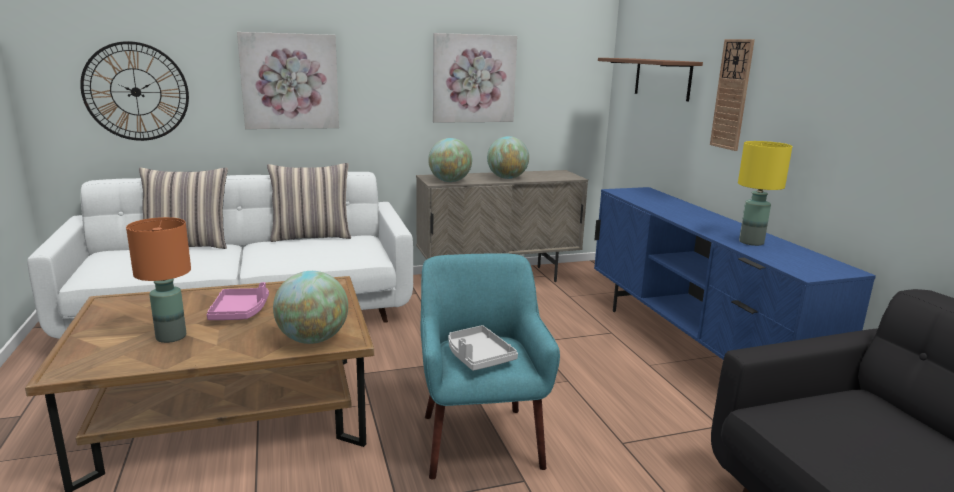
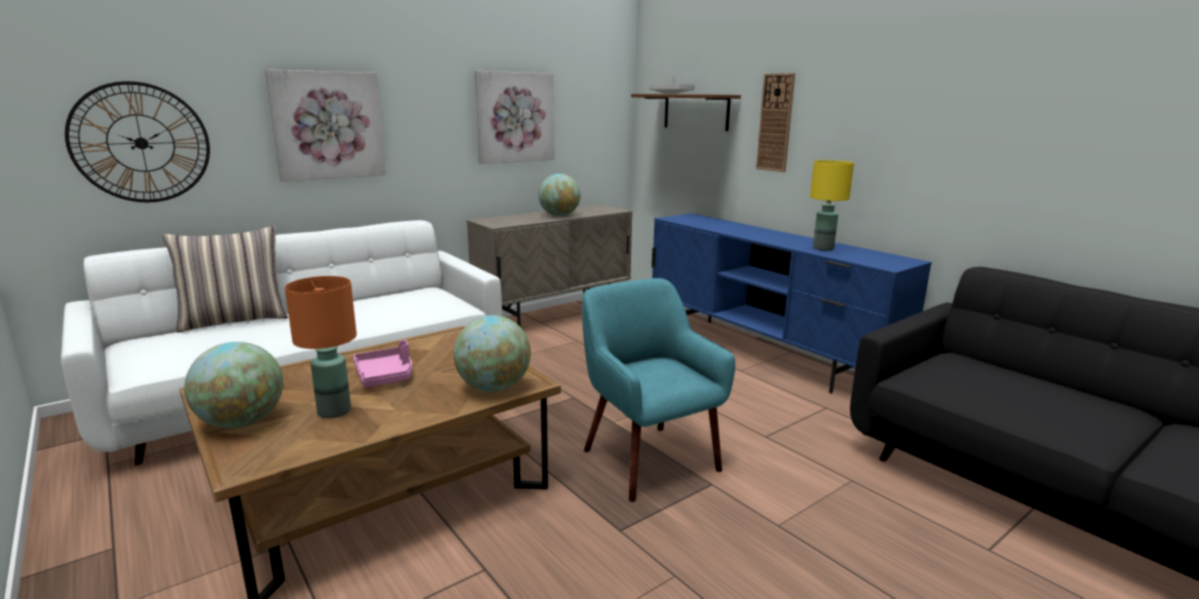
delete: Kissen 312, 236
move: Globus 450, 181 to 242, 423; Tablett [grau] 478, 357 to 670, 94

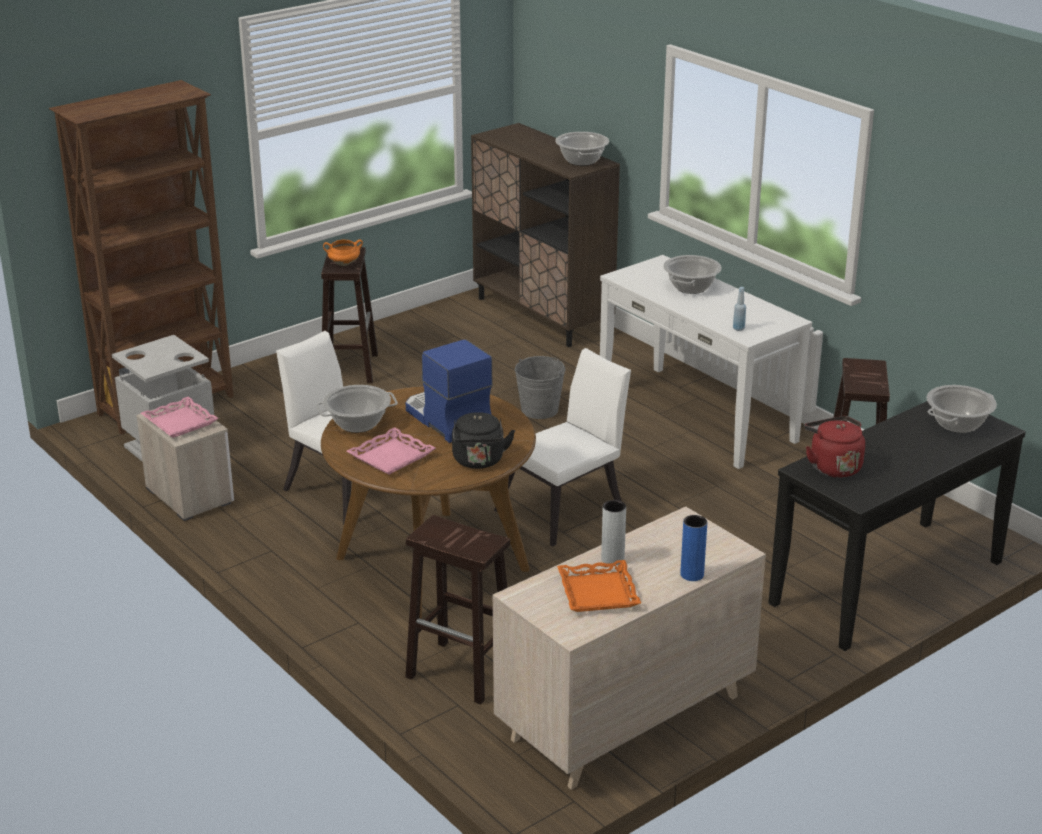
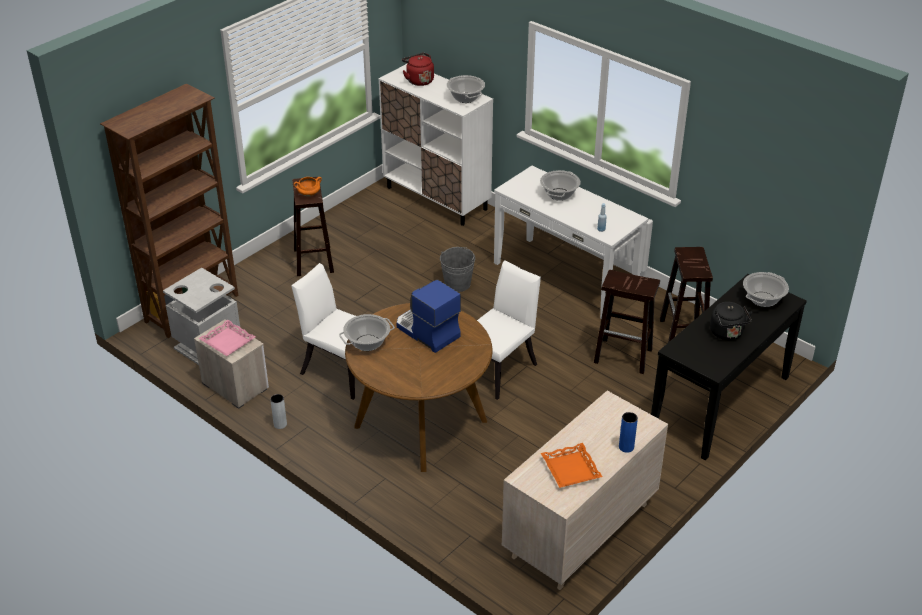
delete: Tablett [rosa] 391, 456
move: Hocker [braun] 462, 672 to 624, 356; Wasserkessel [schwarz] 479, 461 to 727, 333; Vase [grau] 612, 559 to 280, 424; Wasserkessel [rot] 832, 466 to 418, 80
recolor: Schrank [braun] 543, 315 to Schrank [weiß] 437, 198

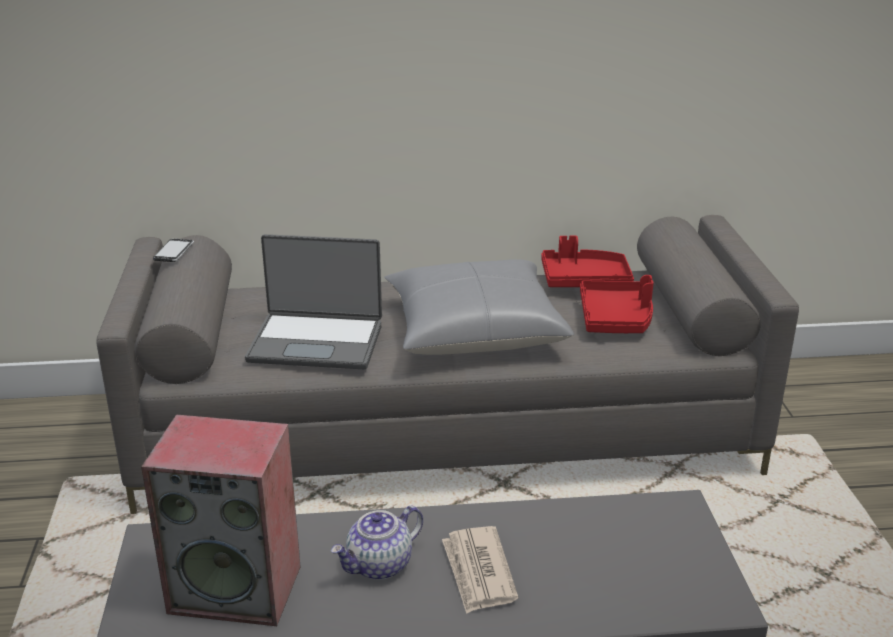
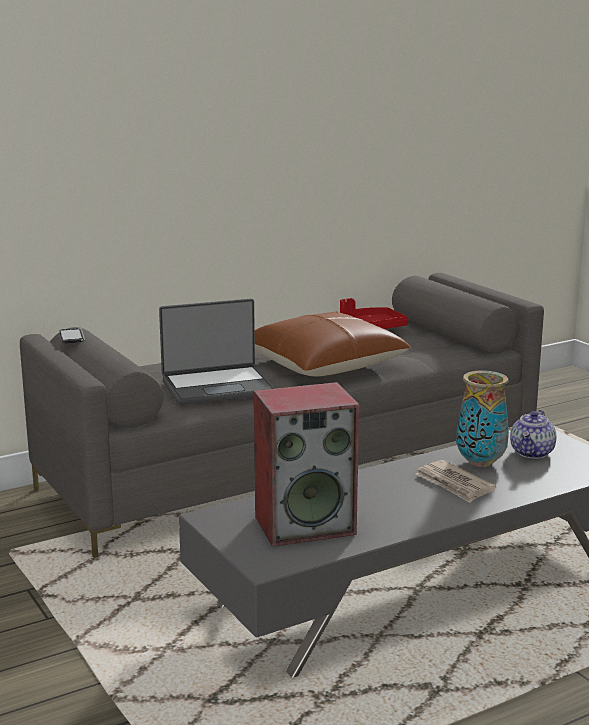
delete: Tablett [rot] 616, 318
insert: Vase 479, 462
move: Teekanne 379, 566 to 532, 453
recolor: Kissen [grau] 474, 329 to Kissen [braun] 322, 364

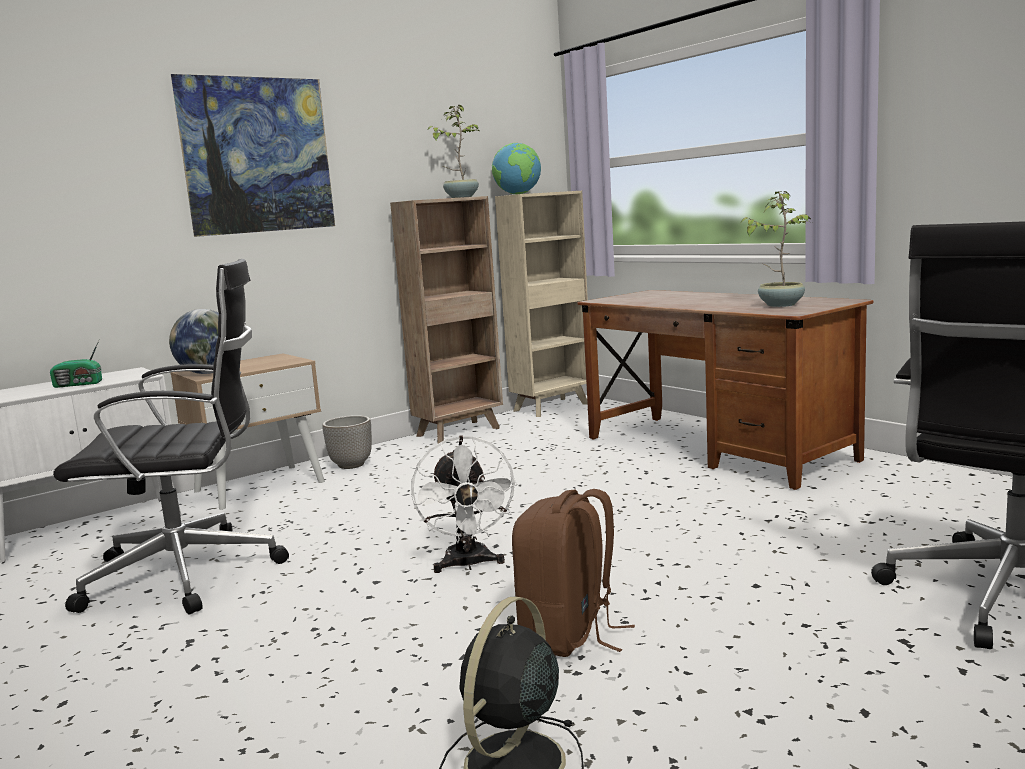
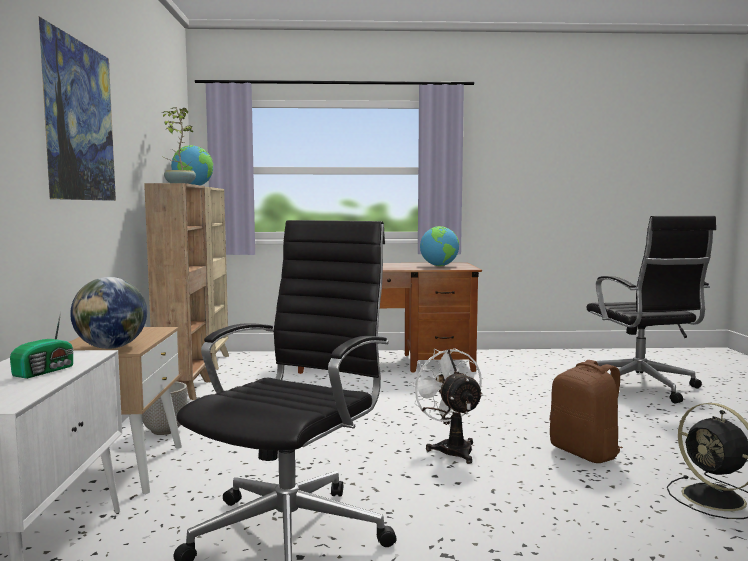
replace: Topfpflanze 780, 305 to Globus 439, 266
rotate: Ventilator [weiß] 468, 564 = 451, 448 135 degrees counterclockwise

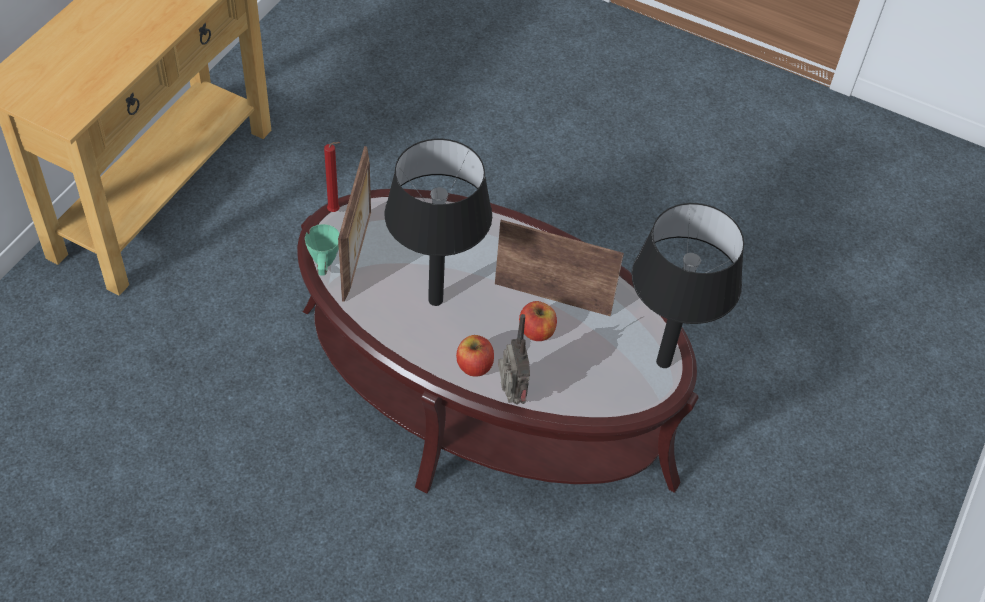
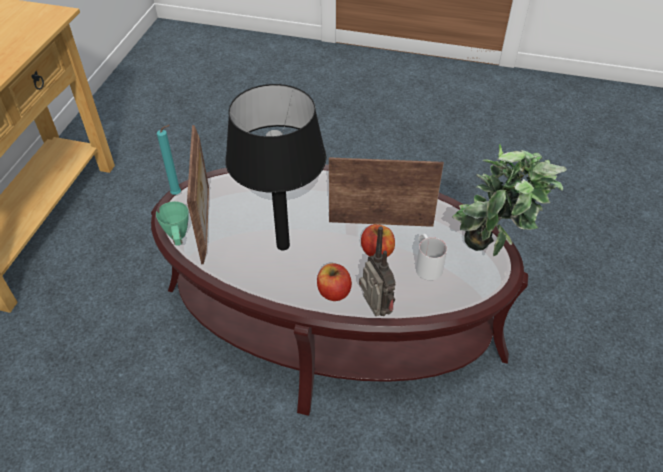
insert: Henkelbecher [weiß] 426, 264
replace: Tischlampe [schwarz] 663, 362 to Topfpflanze 491, 253
recolor: Kerze [rot] 335, 211 to Kerze [türkis] 178, 194

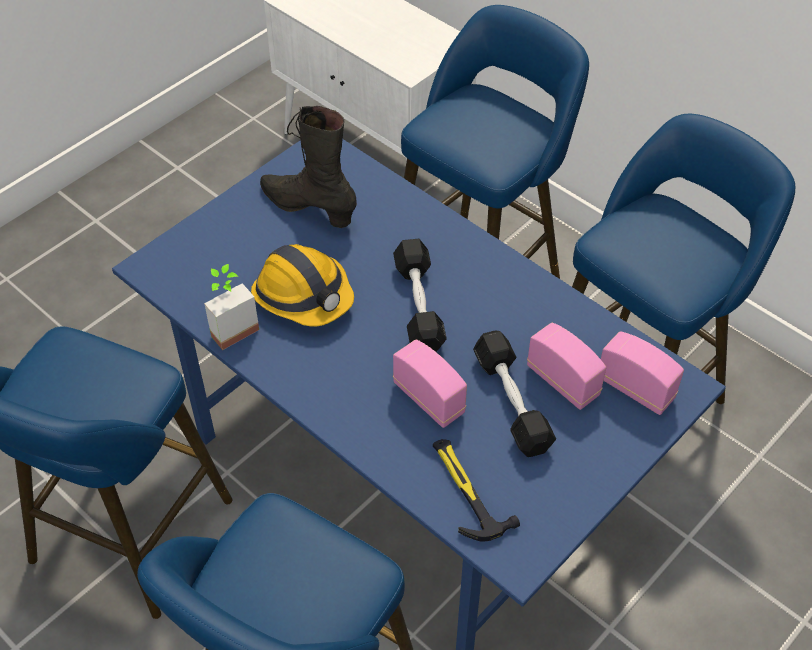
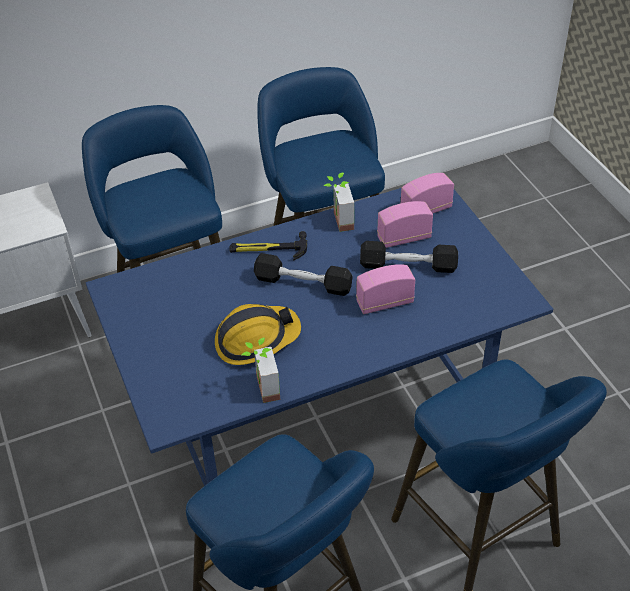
delete: Stiefel [schwarz] 308, 208
insert: Topfpflanze 337, 221
move: Hammer 465, 490 to 268, 249

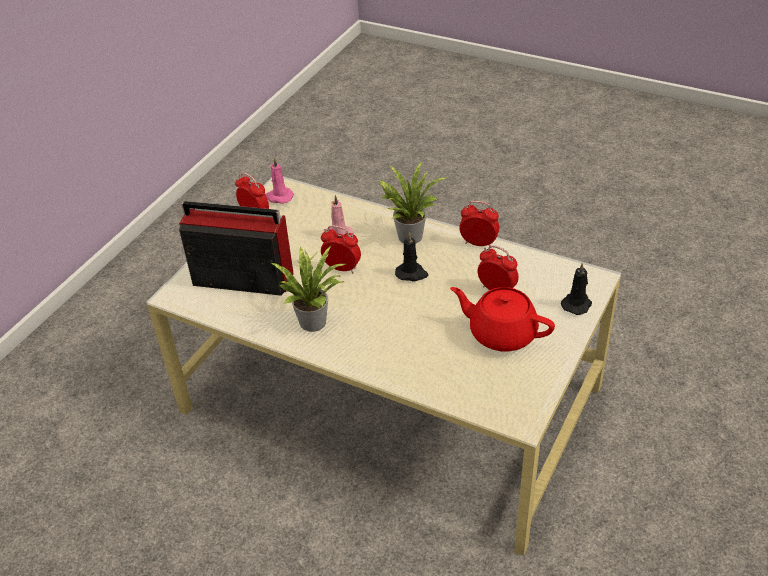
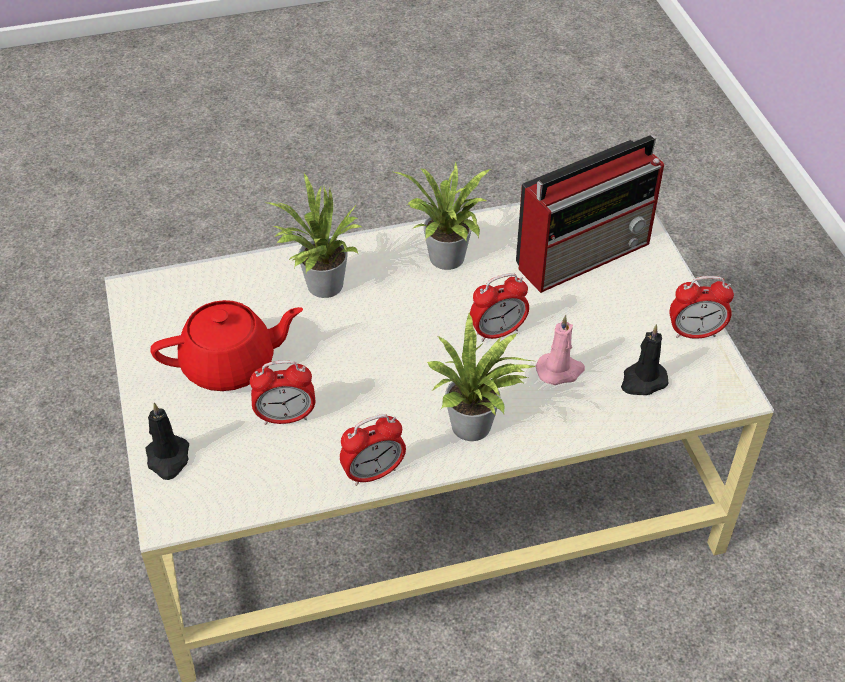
delete: Kerze [rosa] 279, 197
insert: Topfpflanze 320, 286
move: Kerze [schwarz] 412, 273 to 642, 381

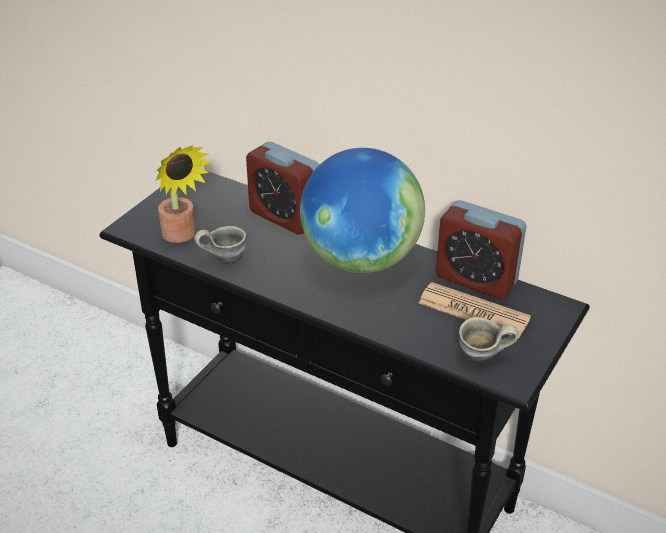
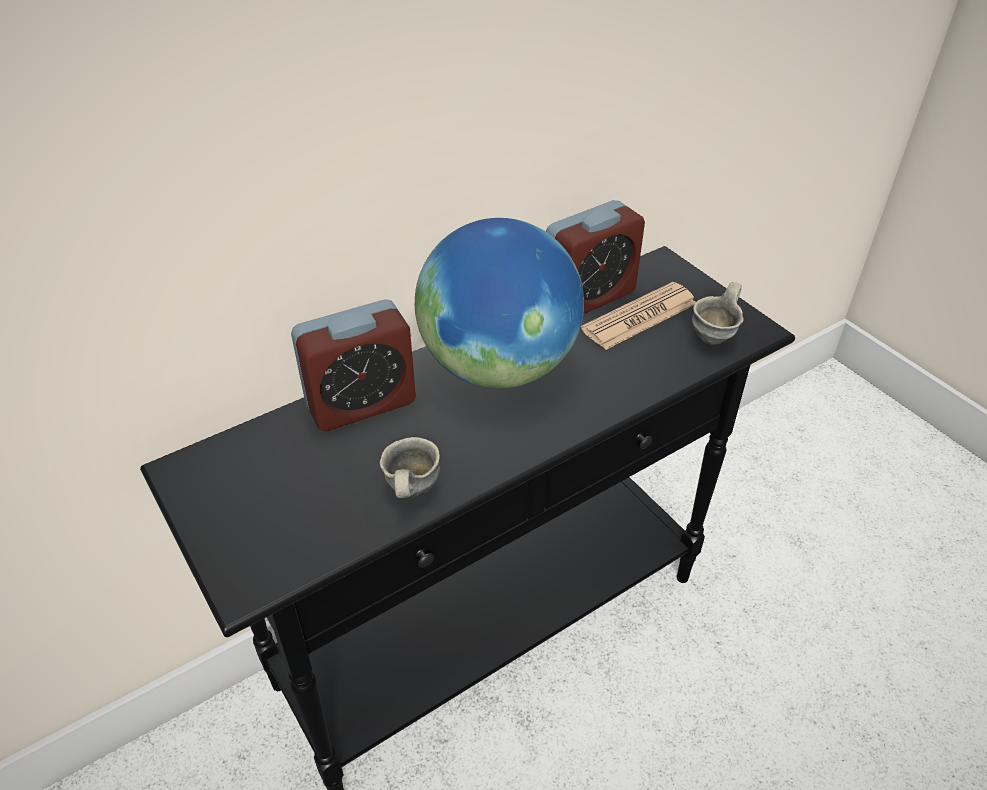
delete: Topfpflanze 182, 236

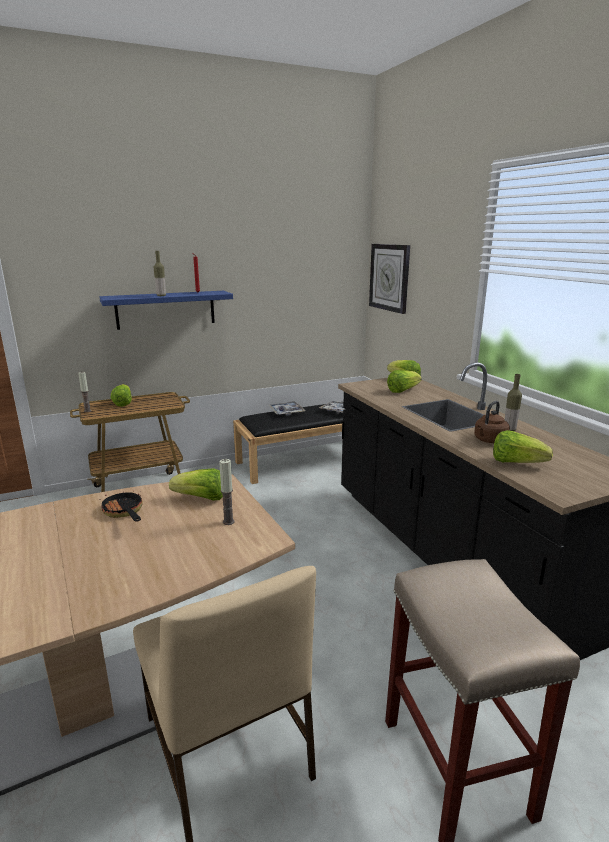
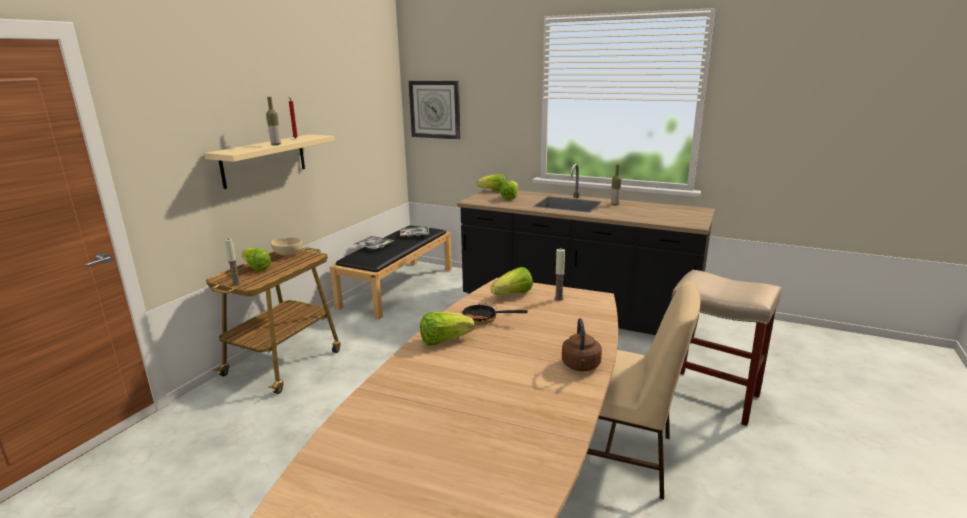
insert: Schüssel [beige] 288, 254
move: Wasserkessel [braun] 489, 440 to 581, 366; Salatkopf 516, 462 to 444, 341
recolor: Wandregal [blau] 165, 309 to Wandregal [beige] 264, 160

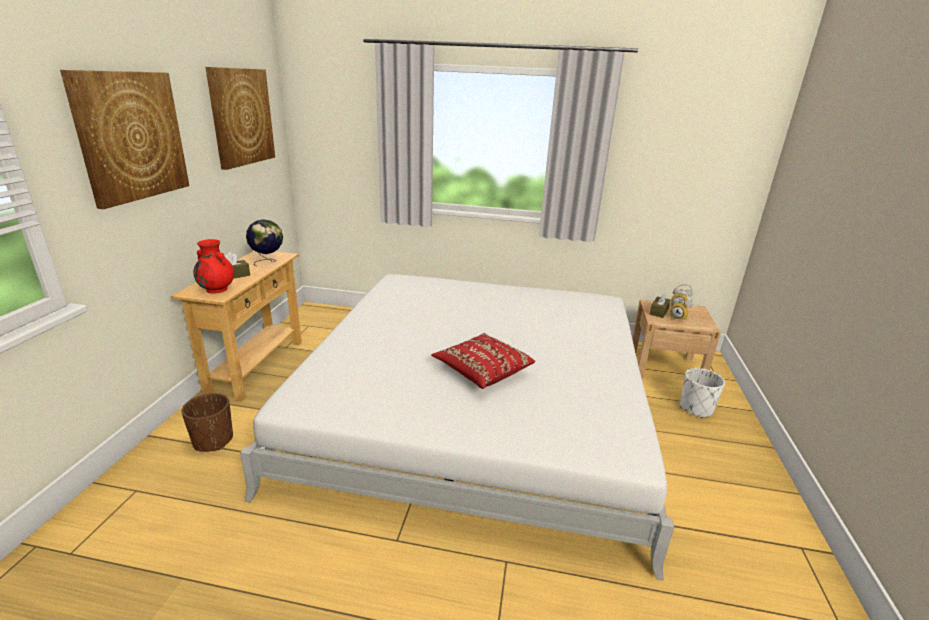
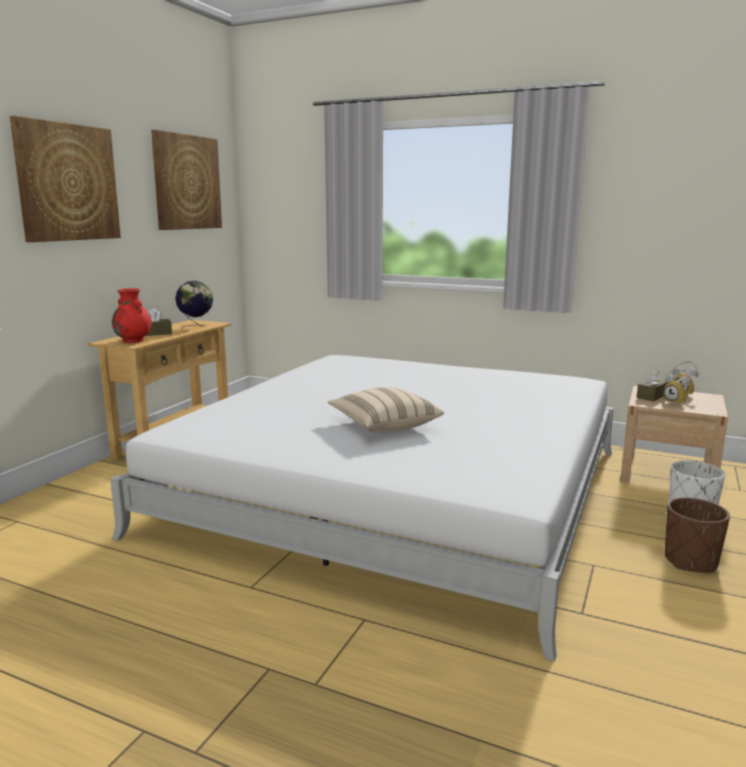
move: Pflanzkübel [braun] 213, 440 to 690, 561
recolor: Kissen [rot] 482, 371 to Kissen [beige] 384, 425

